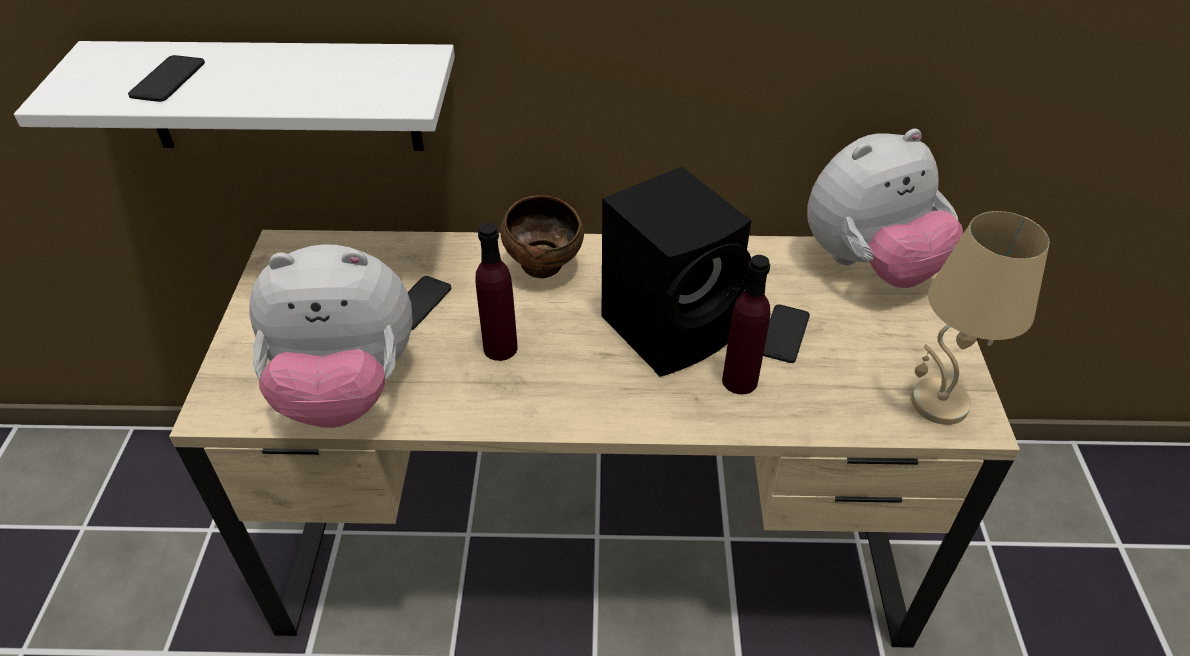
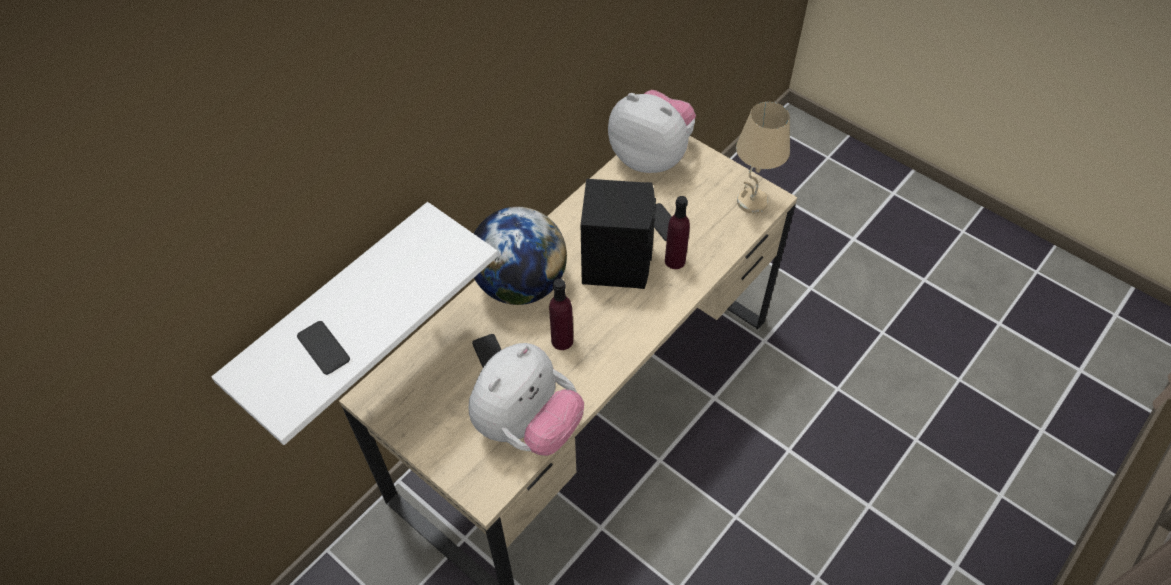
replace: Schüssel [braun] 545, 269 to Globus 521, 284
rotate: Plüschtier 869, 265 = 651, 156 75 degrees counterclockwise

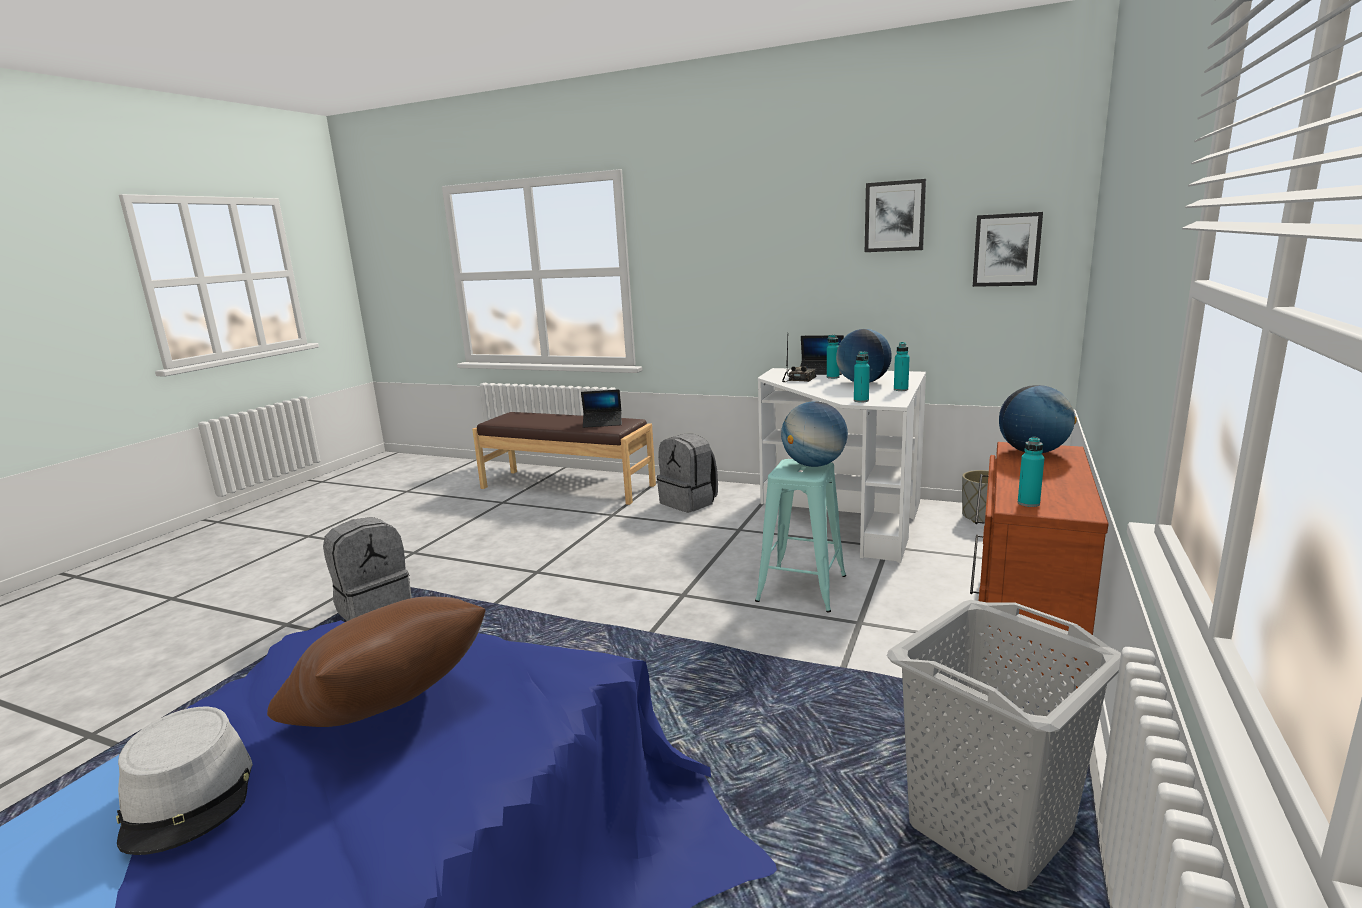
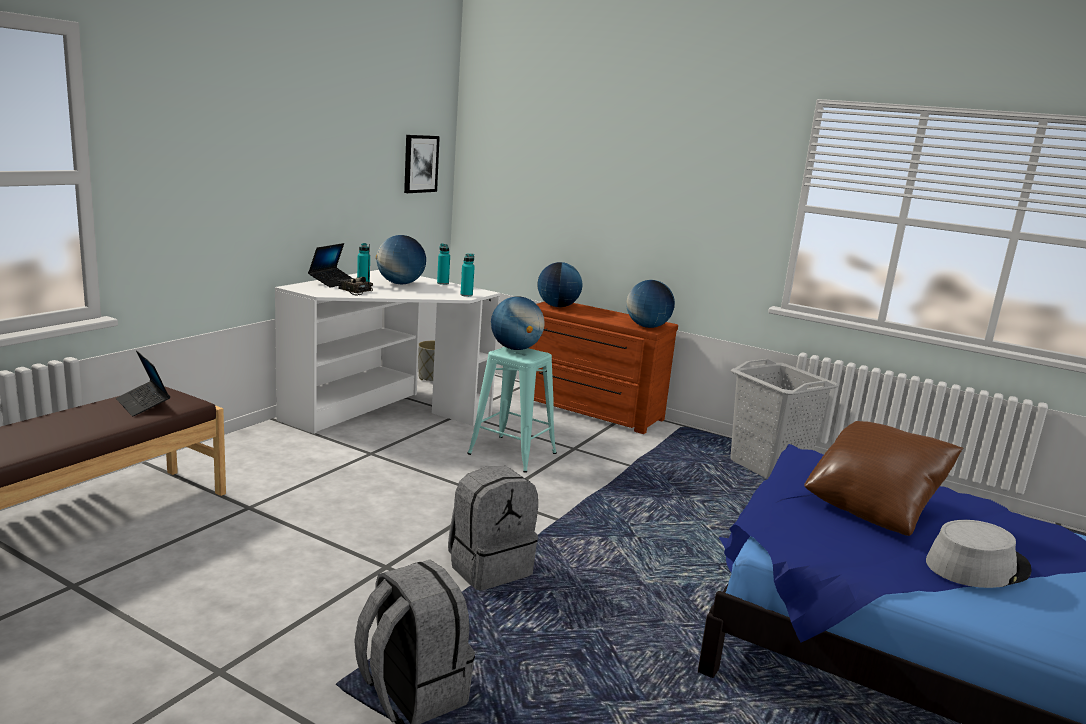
delete: Bild 894, 216
move: Rucksack [grau] 689, 502 to 489, 567
replace: Flasche [türkis] 1028, 503 to Globus 647, 327
rotate: Laptop 602, 423 = 143, 404 135 degrees clockwise

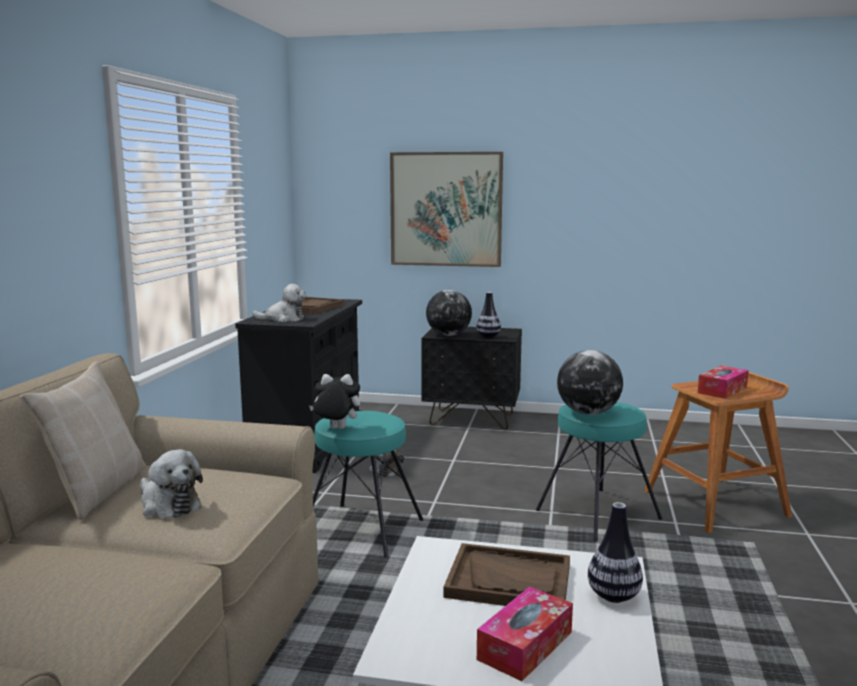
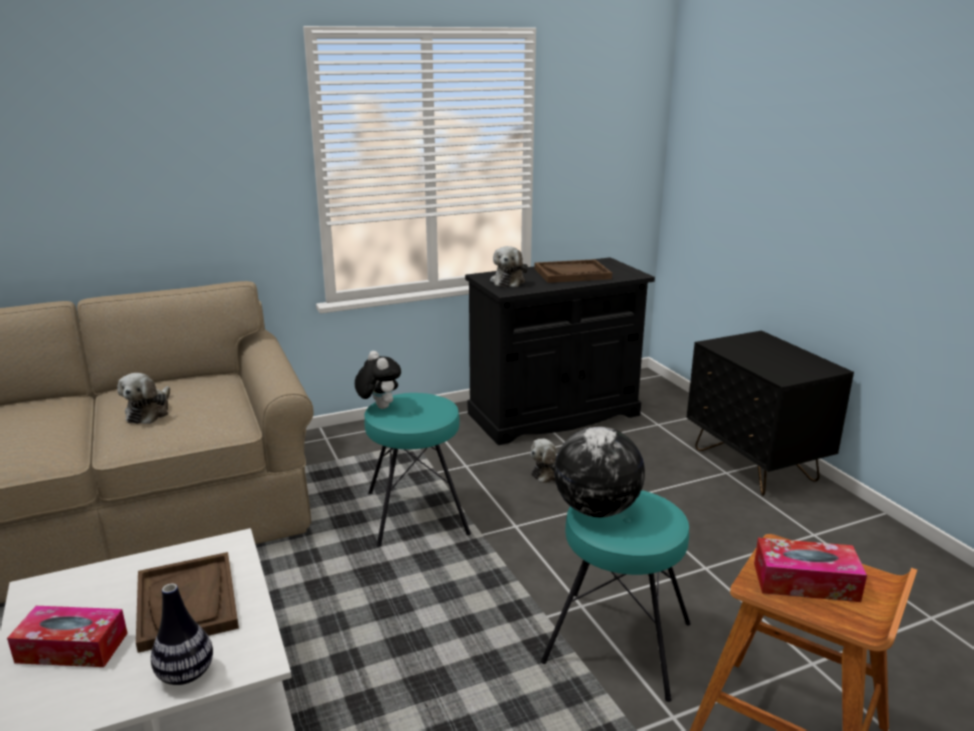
delete: Kissen [beige] 96, 491; Bild 446, 209; Globus 448, 335; Vase 488, 337
rotate: Plüschtier 283, 319 = 508, 281 45 degrees clockwise

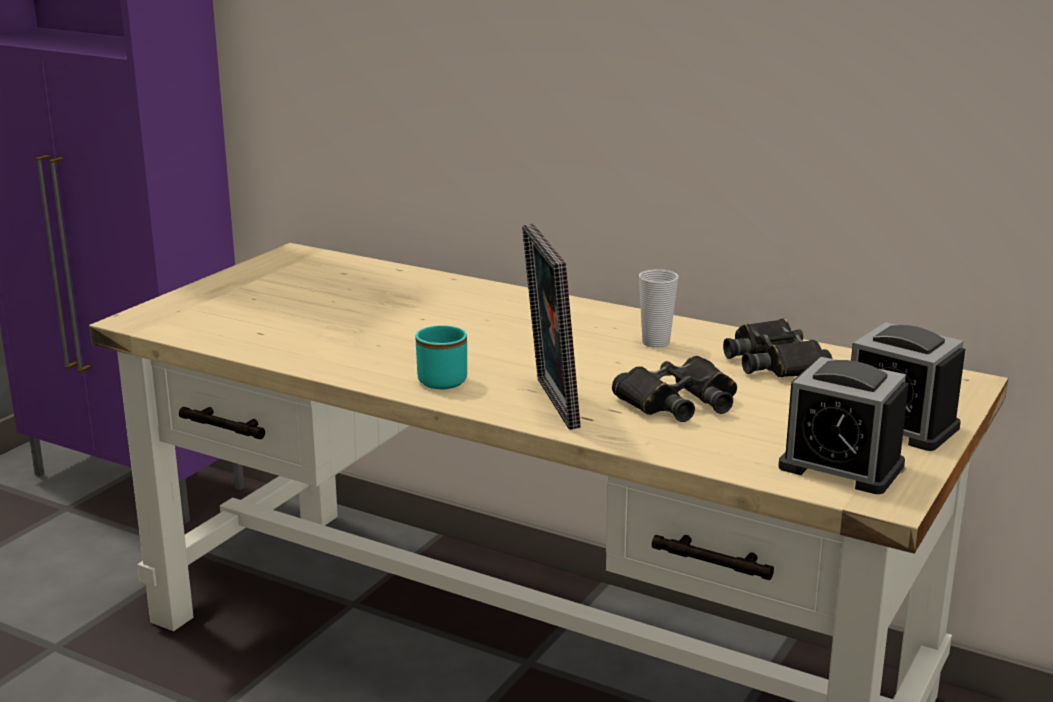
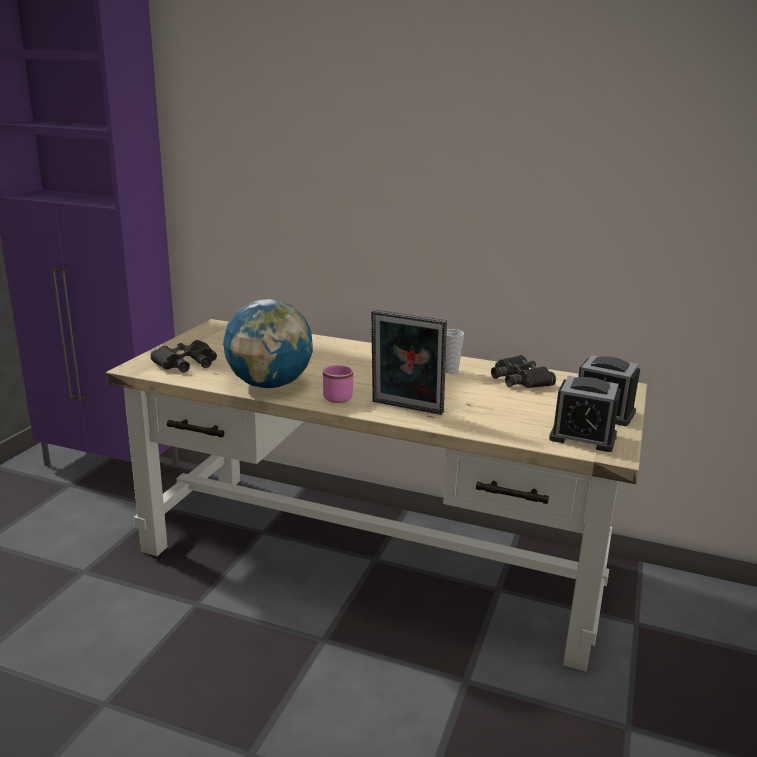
insert: Globus 270, 385
move: Fernglas [schwarz] 679, 402 to 186, 363
recolor: Henkelbecher [türkis] 444, 378 to Henkelbecher [rosa] 337, 396
rotate: Bilderrahmen 550, 404 = 406, 408 45 degrees counterclockwise

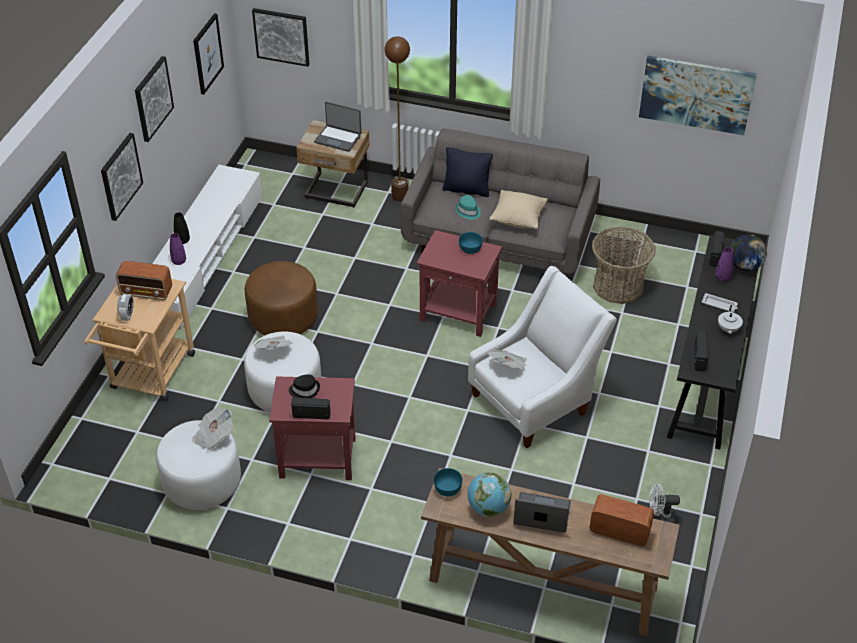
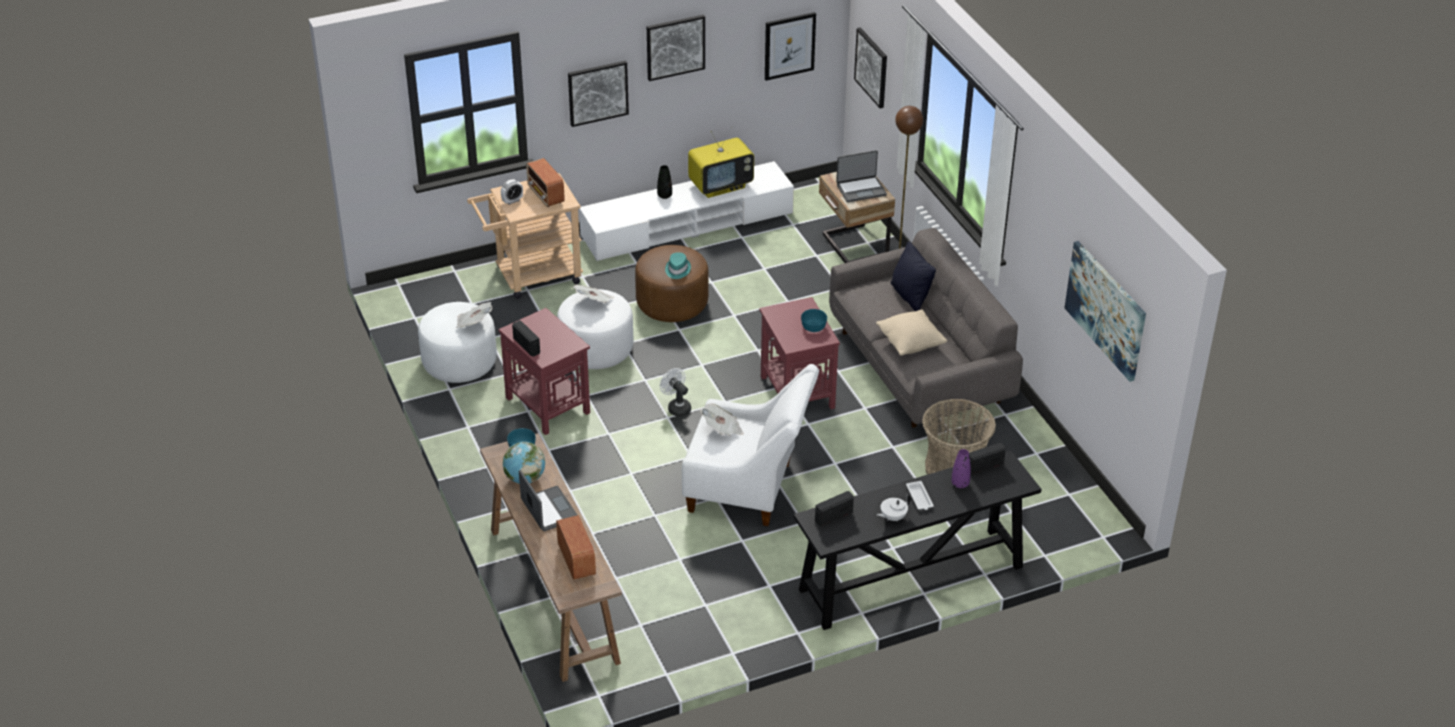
delete: Vase [lila] 179, 261; Hut [schwarz] 304, 390; Globus 744, 266
insert: Fernseher 721, 186
move: Hut [türkis] 468, 211 to 677, 270; Ventilator [weiß] 660, 518 to 677, 407
rotate: Laptop 338, 138 = 861, 189 90 degrees counterclockwise

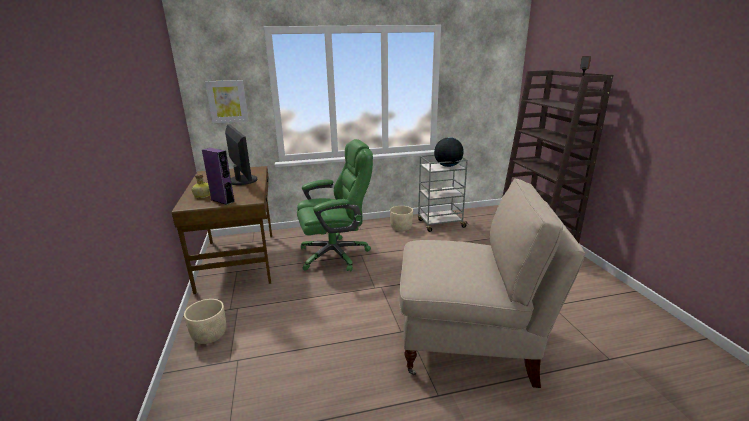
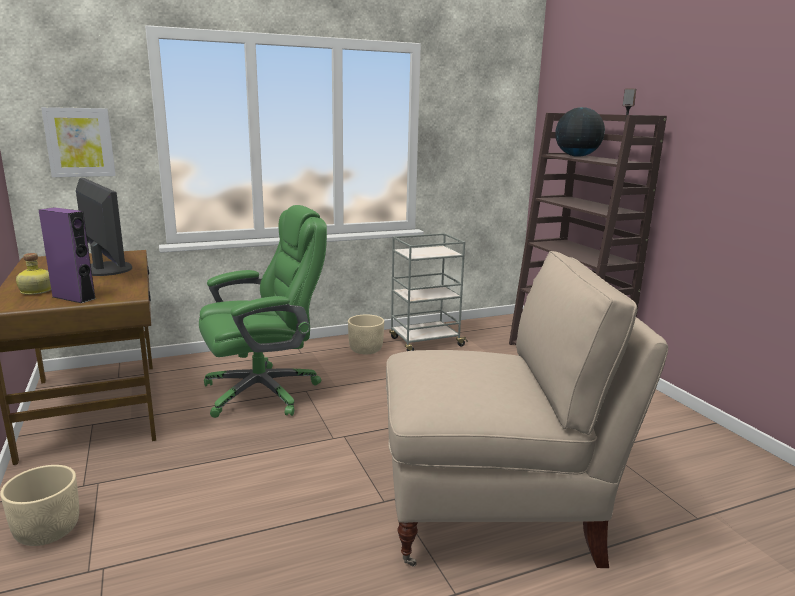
move: Globus 447, 166 to 577, 156

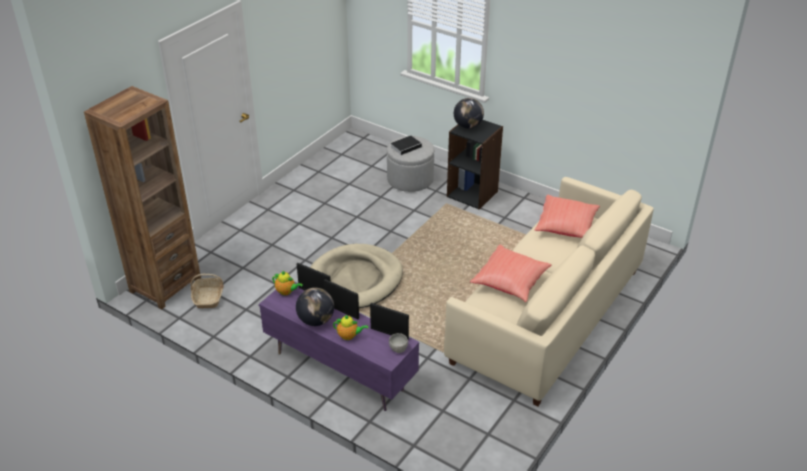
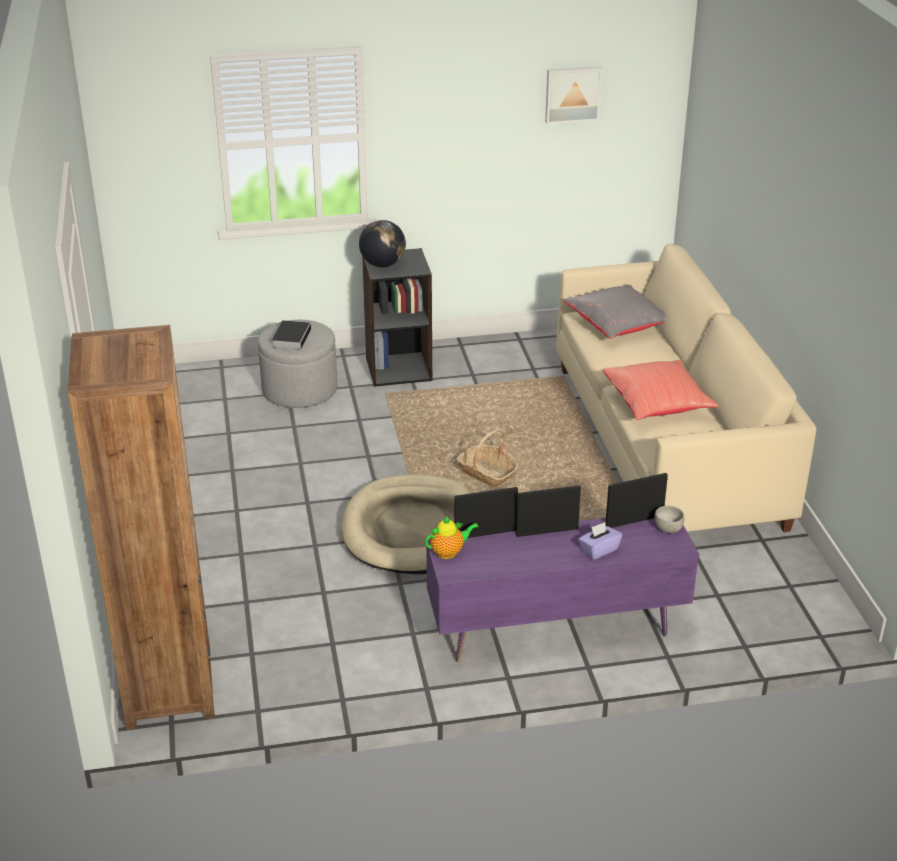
delete: Globus 316, 320
insert: Bild 572, 94
move: Korb 208, 297 to 487, 473
replace: Teekanne 349, 336 to Taschentuchbox [lila] 599, 550
recolor: Kissen [rot] 566, 227 to Kissen [grau] 618, 326

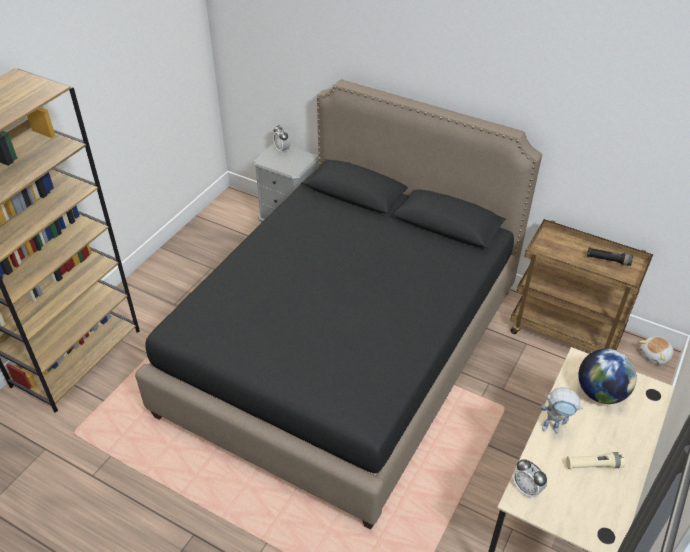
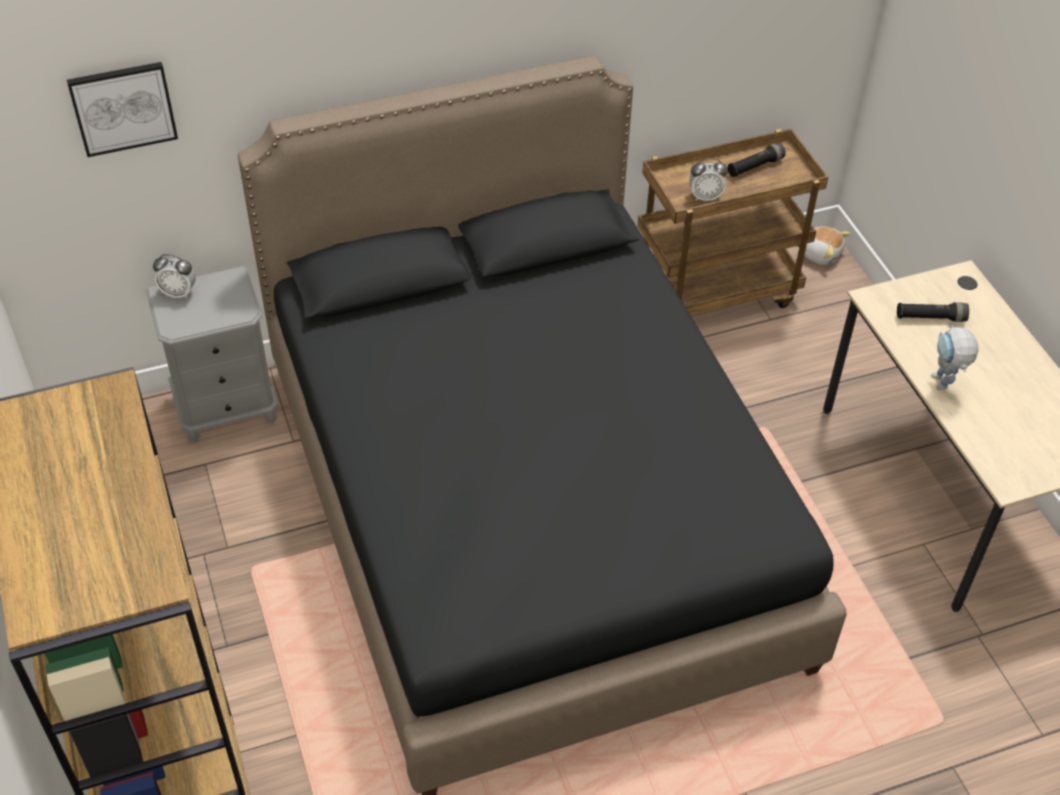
delete: Taschenlampe [beige] 593, 465
insert: Bild 123, 107
move: Wecker 526, 489 to 705, 197
replace: Globus 600, 393 to Taschenlampe [schwarz] 930, 318
rotate: Spielzeugroboter 555, 428 = 943, 386 120 degrees clockwise; Plüschtier 655, 355 = 819, 253 60 degrees counterclockwise

